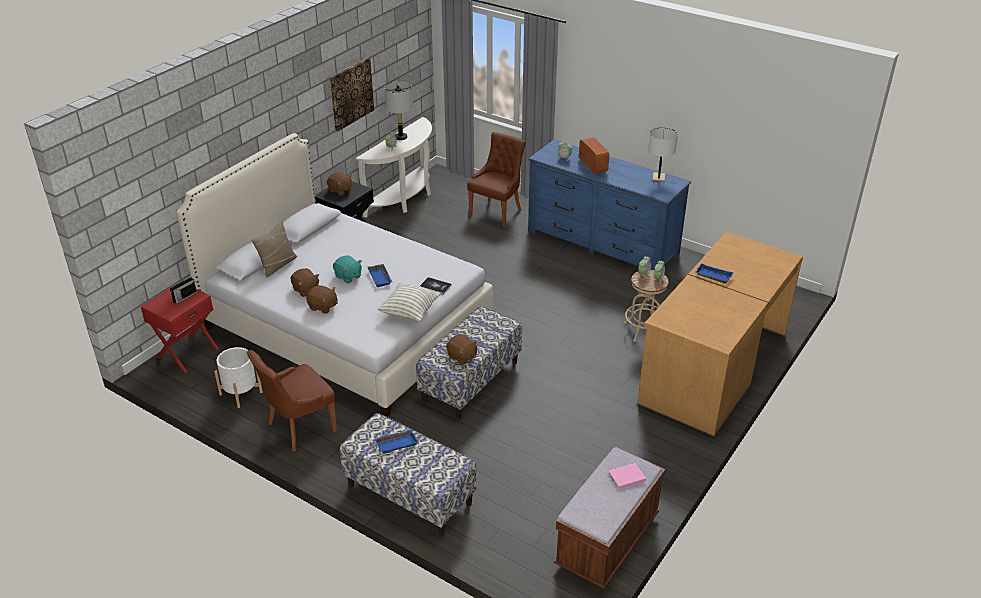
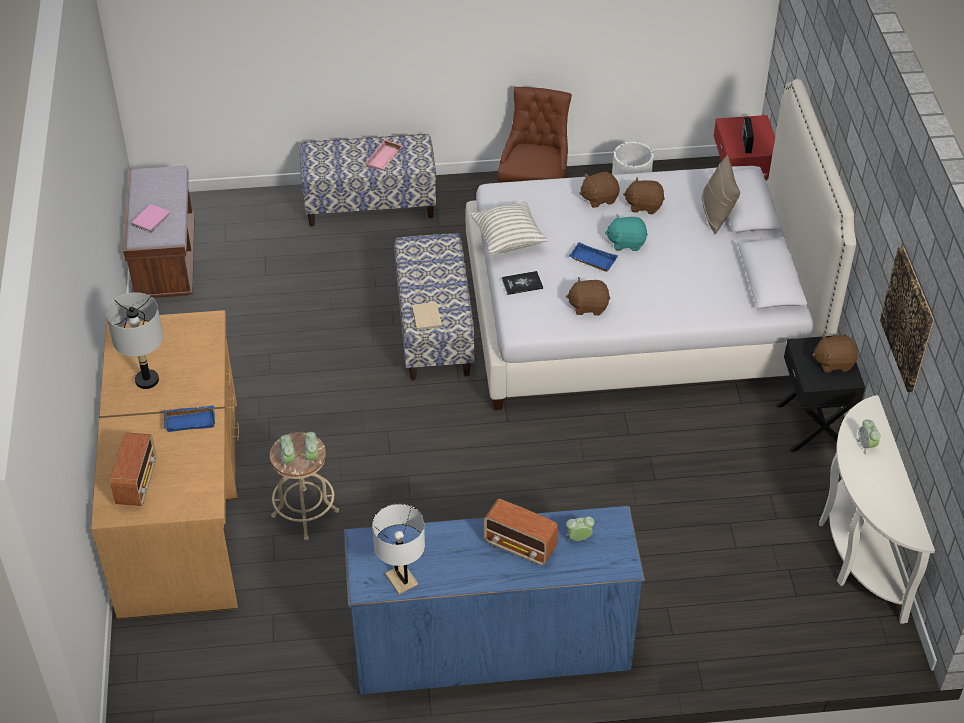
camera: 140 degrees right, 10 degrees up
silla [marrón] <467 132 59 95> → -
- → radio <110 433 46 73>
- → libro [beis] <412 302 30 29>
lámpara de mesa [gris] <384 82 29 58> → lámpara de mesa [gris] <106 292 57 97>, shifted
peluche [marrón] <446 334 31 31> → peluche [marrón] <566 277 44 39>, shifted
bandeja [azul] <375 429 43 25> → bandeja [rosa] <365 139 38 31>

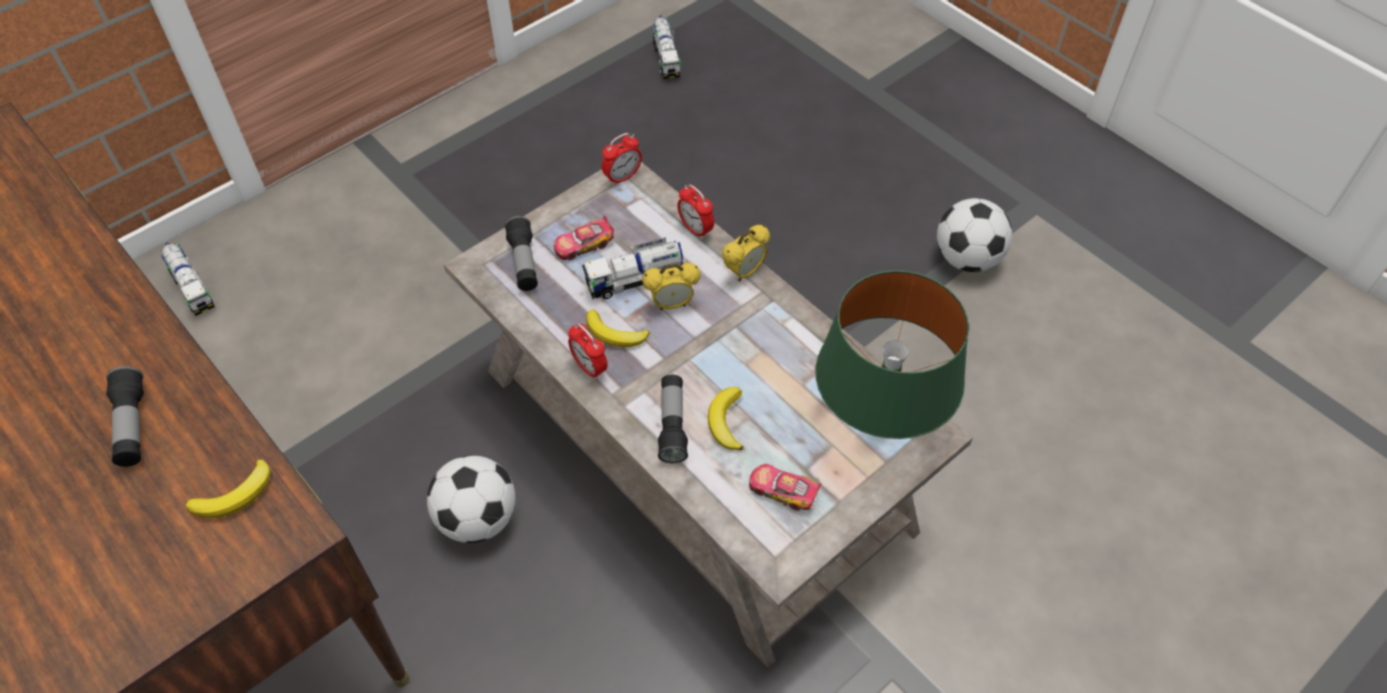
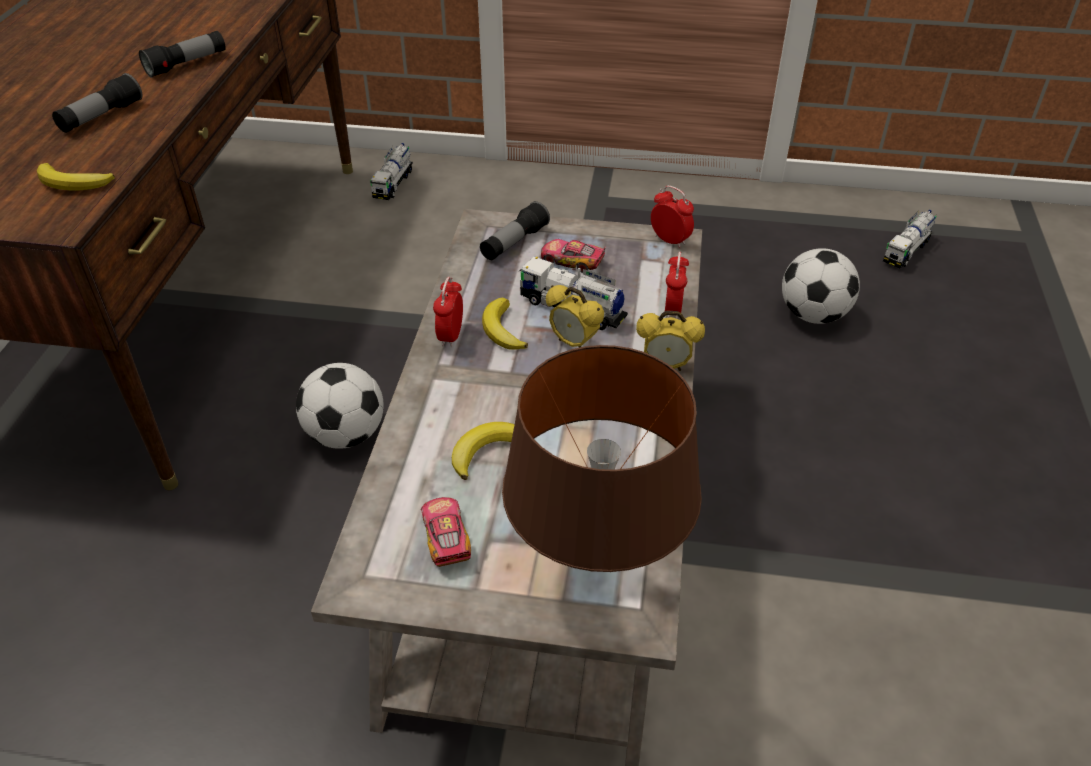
camera: 50 degrees right, 10 degrees down
linterna <658 375 30 88> → linterna <139 31 87 47>, shifted
balón de fútbol <937 198 75 74> → balón de fútbol <782 248 78 76>, shifted
lámpara de mesa [verde] <815 270 154 169> → lámpara de mesa [marrón] <502 345 200 227>
despertador <602 133 40 53> → despertador <651 186 43 62>, 150 degrees counterclockwise

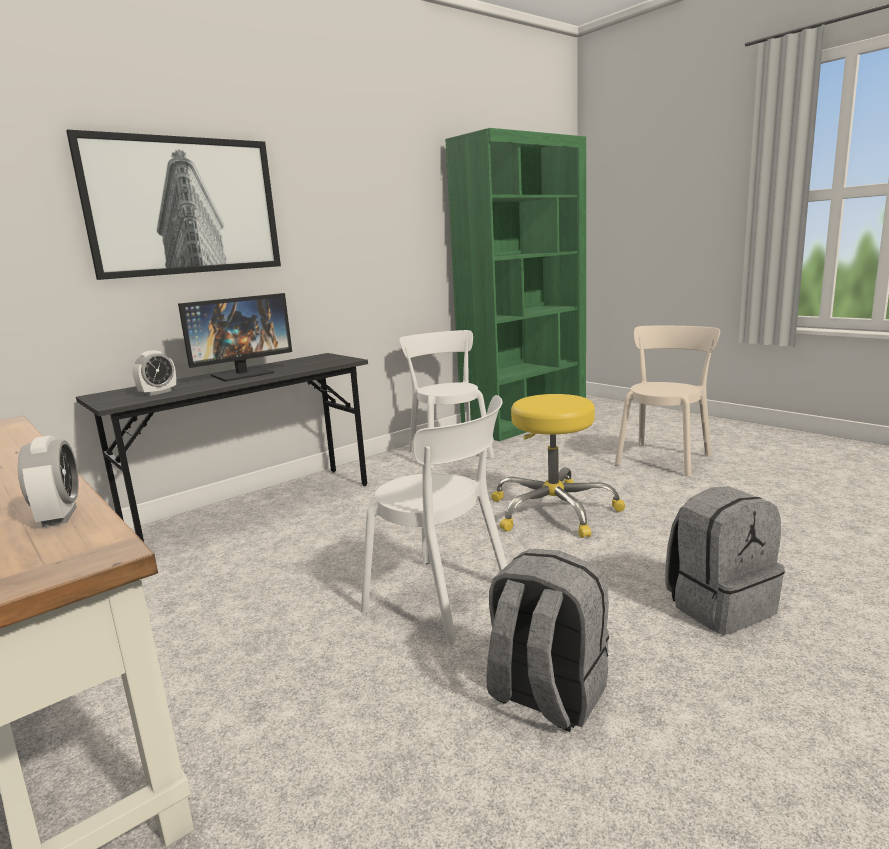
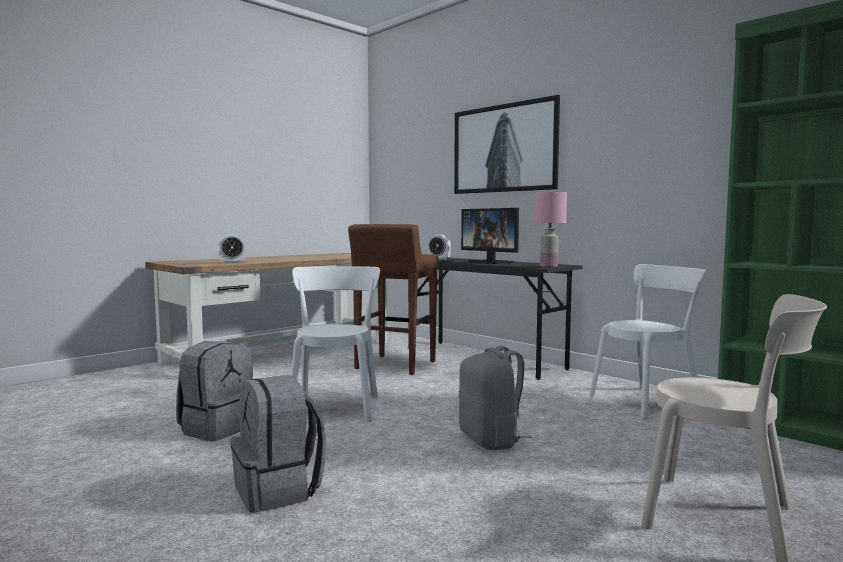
camera: 85 degrees right, 10 degrees down
- → taburete [marrón] <348 224 91 151>
- → lámpara de mesa [rosa] <534 192 33 75>
taburete [amarillo] <491 394 134 144> → mochila [gris] <459 346 73 104>
silla [blanco] <361 395 146 249> → silla [blanco] <291 266 89 155>, 150 degrees clockwise

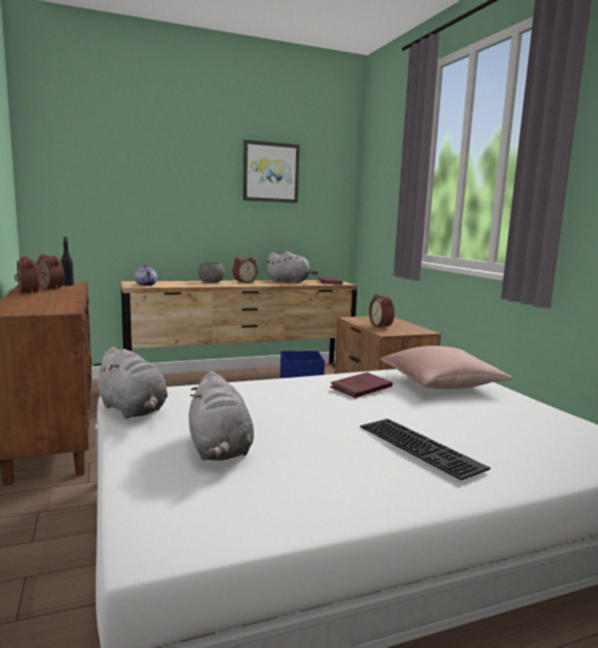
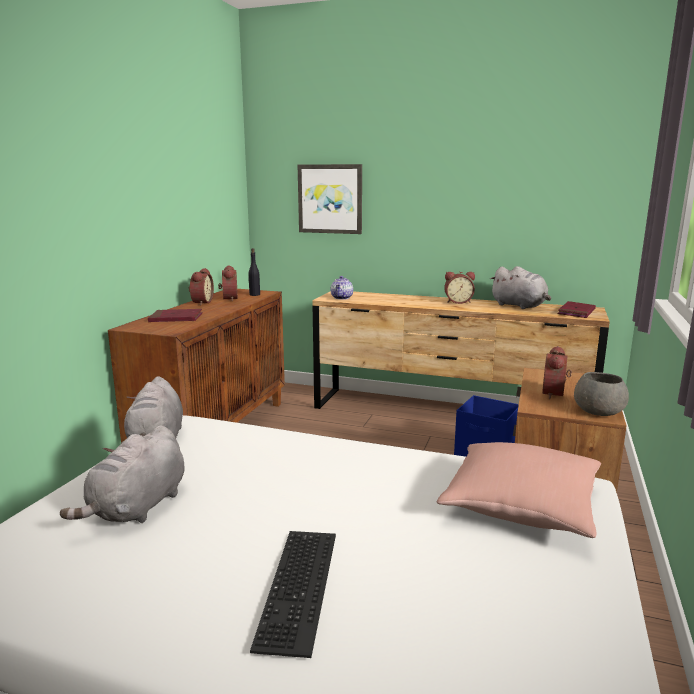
camera: 40 degrees right, 5 degrees up
cuenco [gris] <198 262 27 21> → cuenco [gris] <574 372 55 44>, shifted
cuadro <243 140 57 63> → cuadro <298 164 64 70>, shifted
libro [rojo] <330 372 63 26> → libro [rojo] <148 309 55 13>, shifted

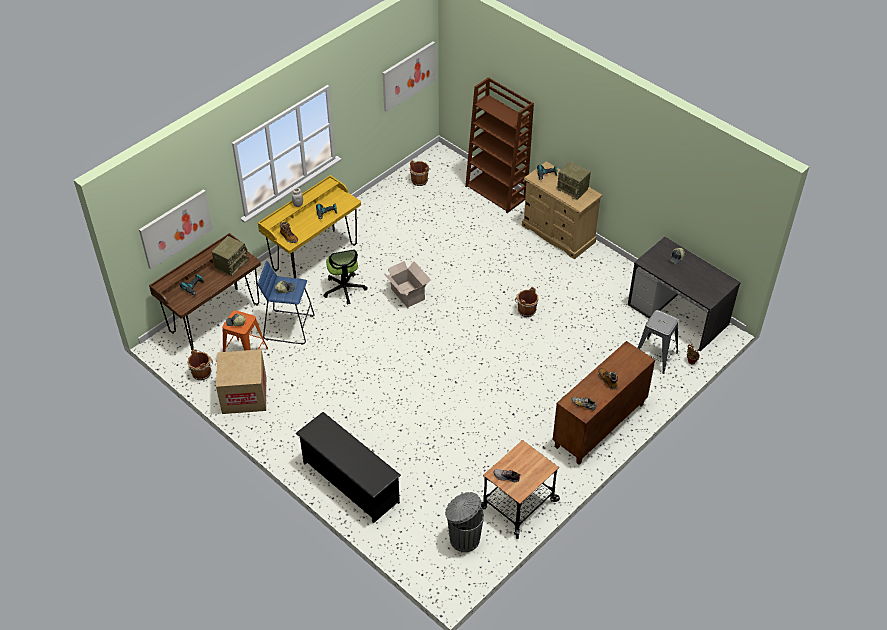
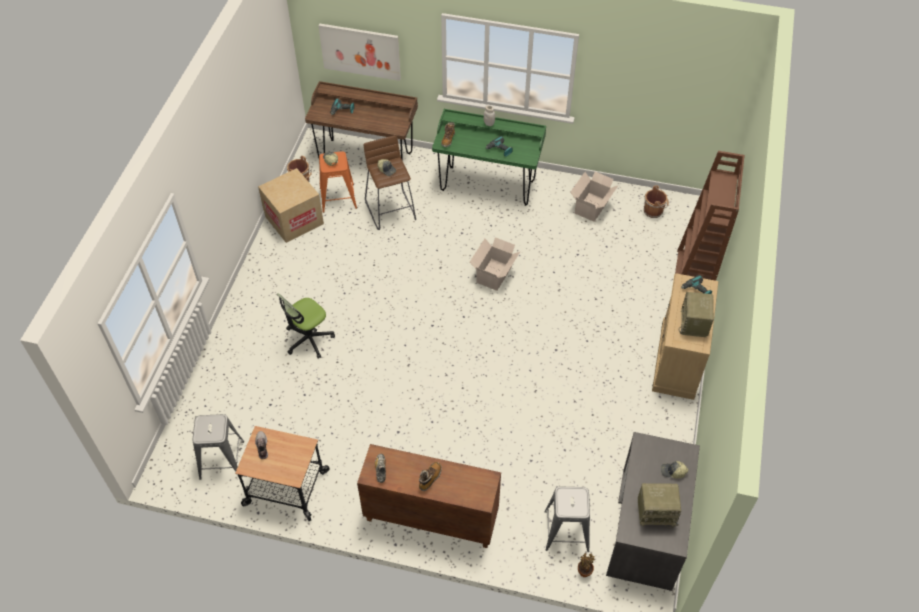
camera: 60 degrees right, 5 degrees up
zapatero [negro] <296 412 105 111> → -
cuadro <383 41 52 71> → -
cubo [marrón] <515 287 24 30> → -
- → caja de cartón <570 172 49 50>
radio <212 236 37 41> → radio <638 483 43 45>, shifted
silla de oficina <323 250 45 55> → silla de oficina <277 293 58 66>, shifted
papelera [gris] <445 492 39 60> → taburete [gris] <192 414 52 66>
escritorio [amarillo] <258 175 103 103> → escritorio [verde] <432 109 114 97>
taburete [azul] <258 261 57 84> → taburete [marrón] <364 135 52 95>

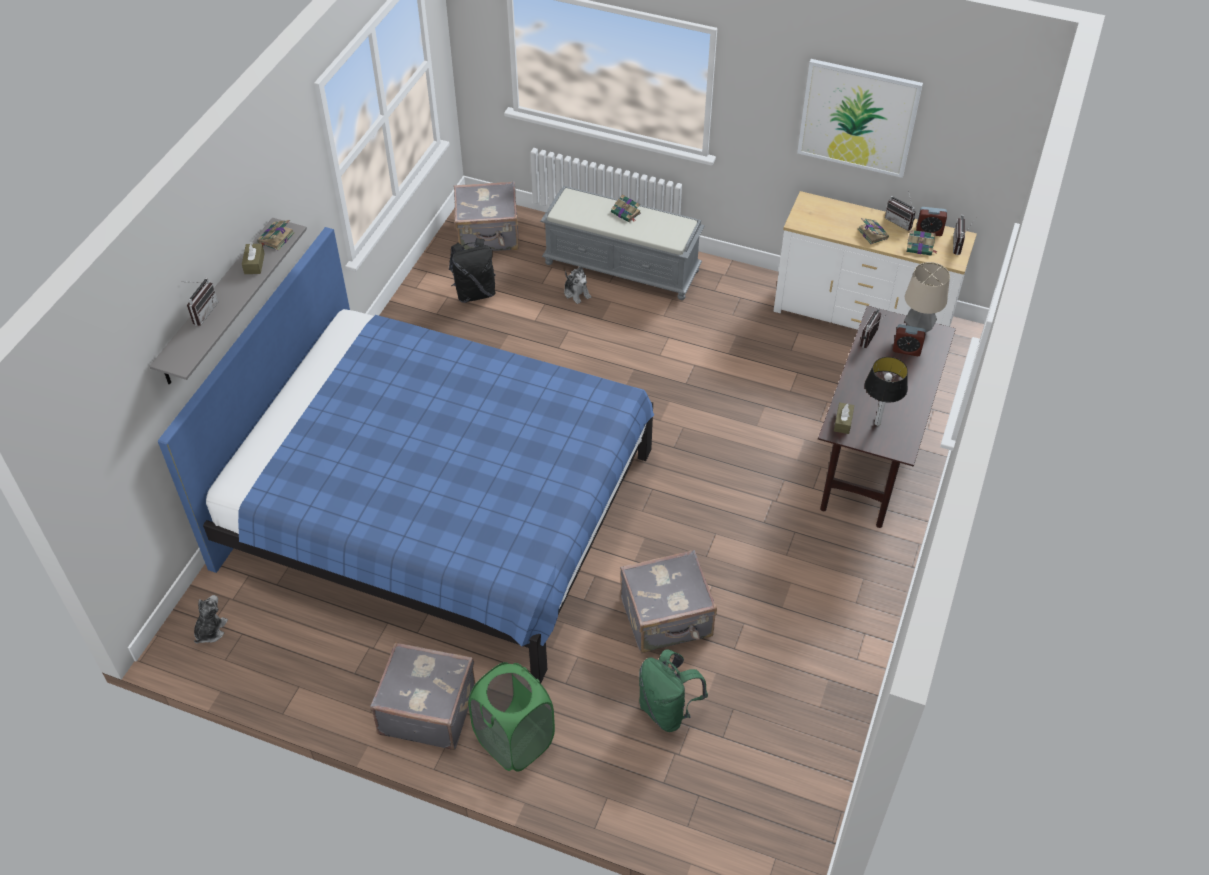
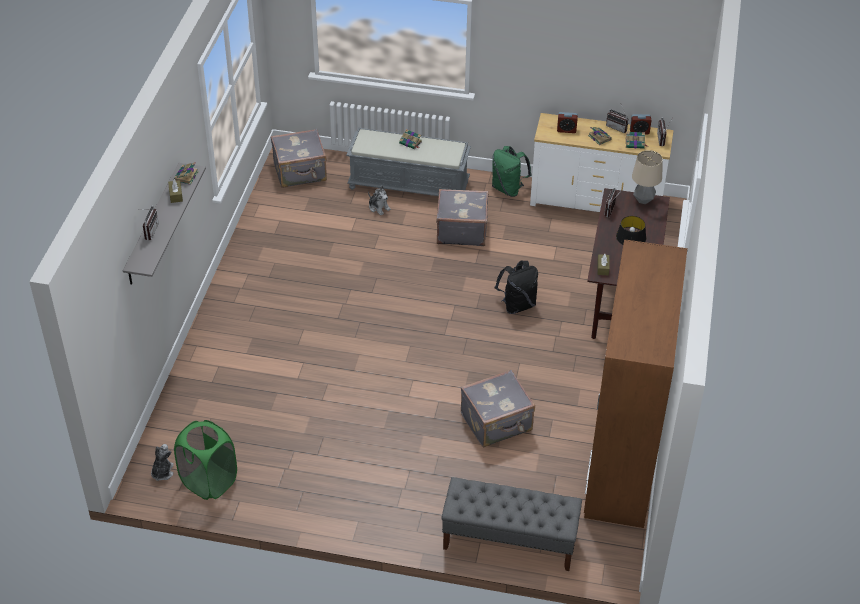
camera: 10 degrees left, 5 degrees down
cama [azul] <158 227 496 456> → -
cuadro <797 59 126 119> → -
- → banco [gris] <441 477 141 94>
- → armario ropero [marrón] <584 240 104 288>
maleta [gris] <370 642 105 108> → maleta [gris] <436 189 52 57>, shifted
mochila [negro] <449 238 47 65> → mochila [negro] <495 261 43 53>, shifted
cesto de la ropa [verde] <468 662 87 110> → cesto de la ropa [verde] <174 420 63 80>, shifted
mochila [verde] <639 650 69 82> → mochila [verde] <492 146 39 51>, shifted
despertador <893 324 33 32> → despertador <557 112 21 21>, shifted

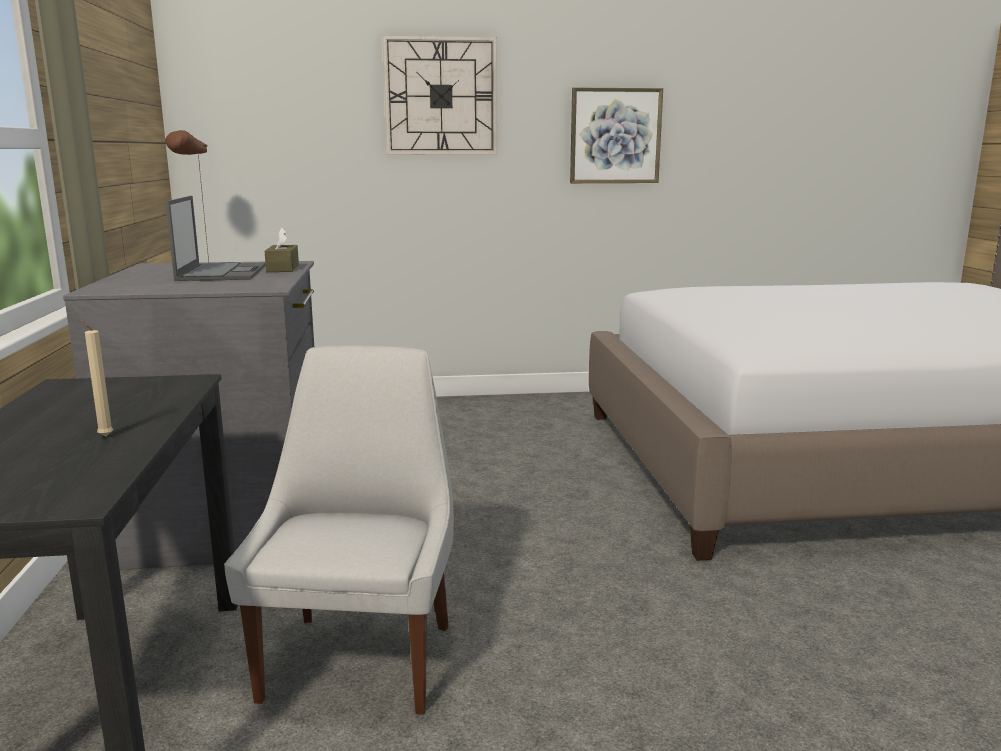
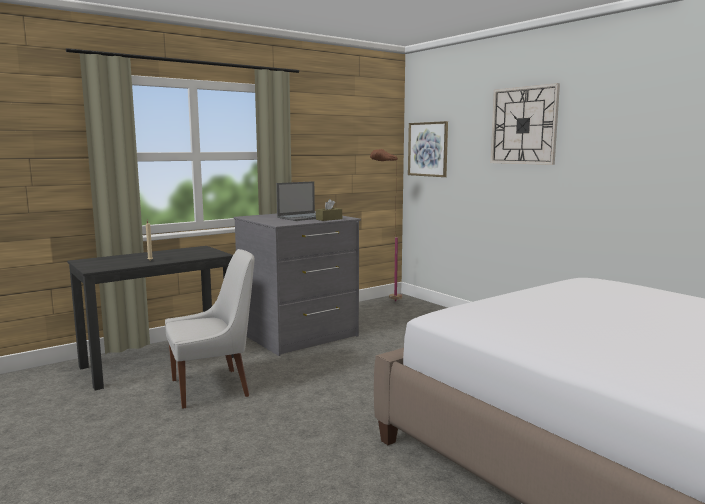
camera: 60 degrees right, 5 degrees down
cuadro <570 87 93 96> → cuadro <408 121 40 56>, shifted

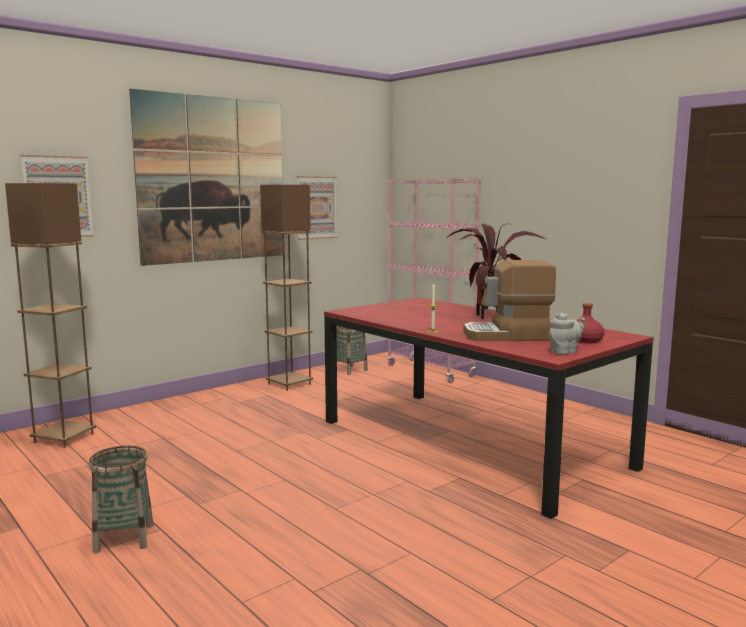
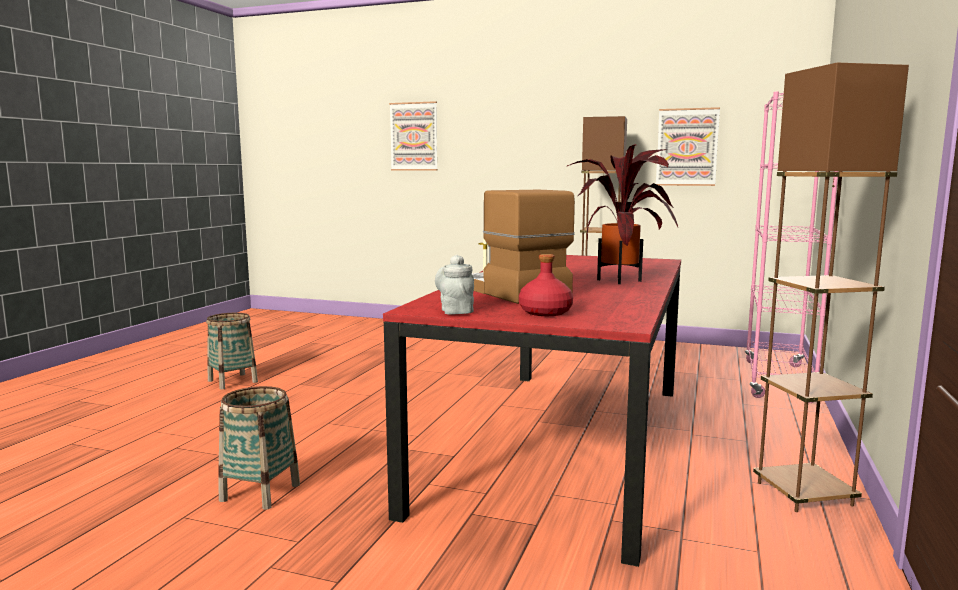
camera: 60 degrees right, 0 degrees up
cuadro <129 89 154 177> → -
lámpara de pie [marrón] <5 183 91 265> → lámpara de pie [marrón] <753 63 156 449>, shifted
cesta <336 326 32 49> → cesta <218 386 82 124>, shifted
tetera [gris] <549 313 36 41> → tetera [gris] <435 255 39 60>, 135 degrees counterclockwise

